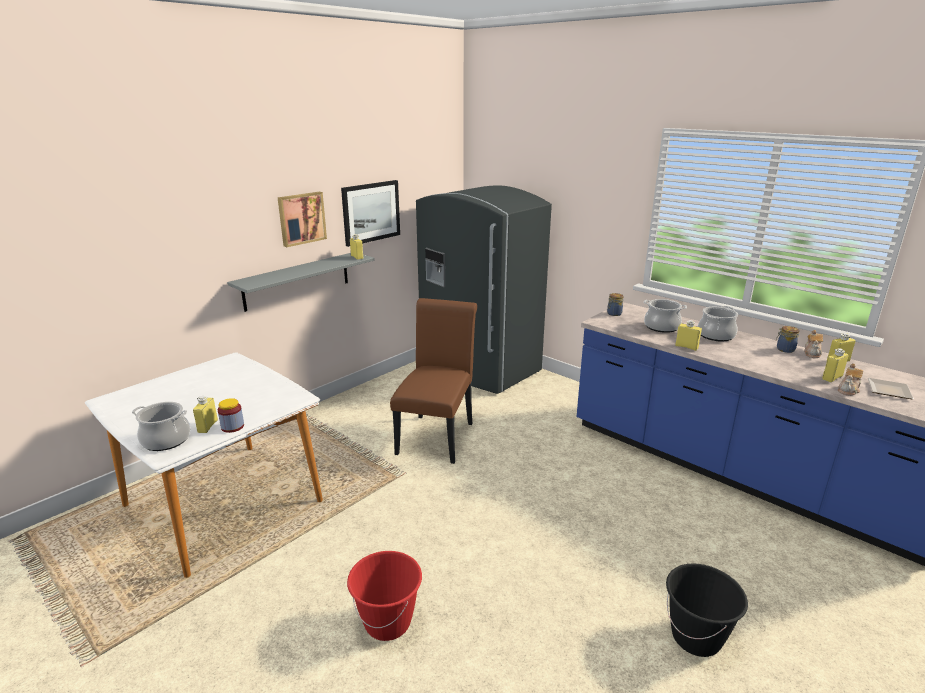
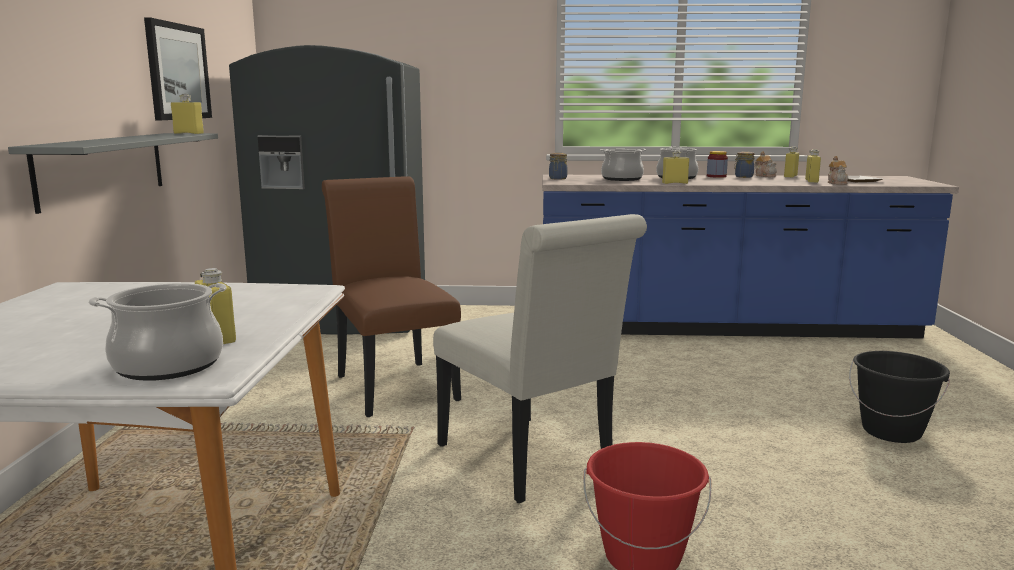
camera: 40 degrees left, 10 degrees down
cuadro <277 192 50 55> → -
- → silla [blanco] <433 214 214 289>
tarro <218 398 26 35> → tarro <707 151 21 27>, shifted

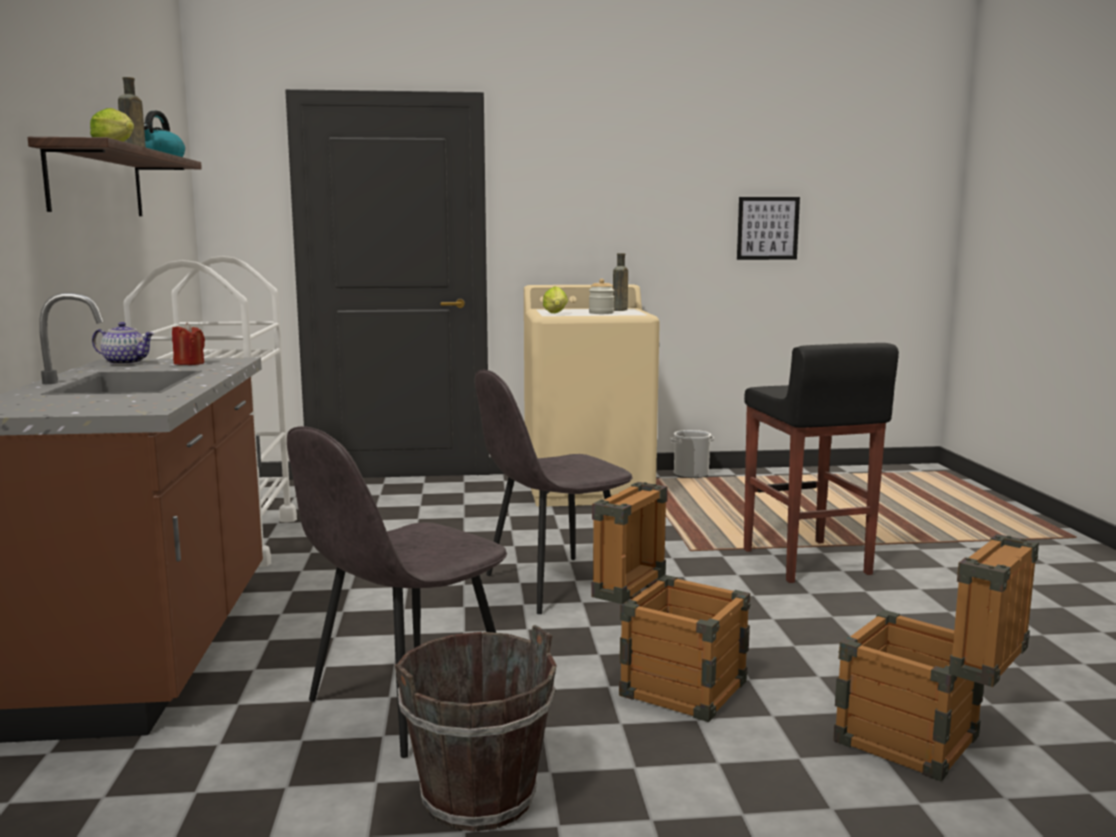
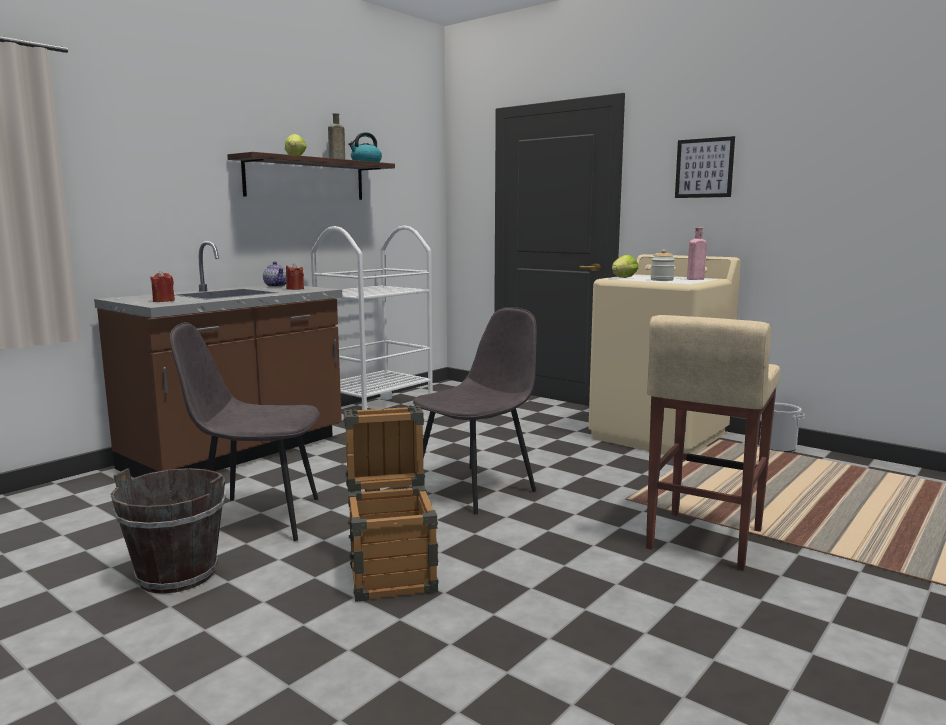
camera: 45 degrees right, 0 degrees up
caja de embalaje <833 534 206 248> → -
- → vela [rojo] <151 271 24 31>
cuadro <737 197 63 63> → cuadro <675 136 60 62>, shifted
botella [marrón] <613 253 15 58> → botella [rosa] <687 227 20 53>
taburete [negro] <744 343 155 240> → taburete [beis] <646 315 134 256>
silla [gris] <475 370 157 244> → silla [gris] <413 307 124 207>, 120 degrees clockwise

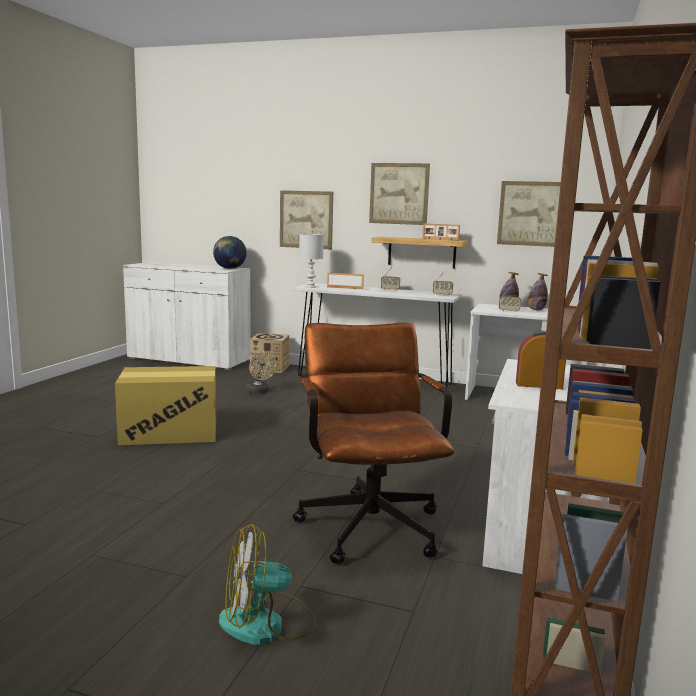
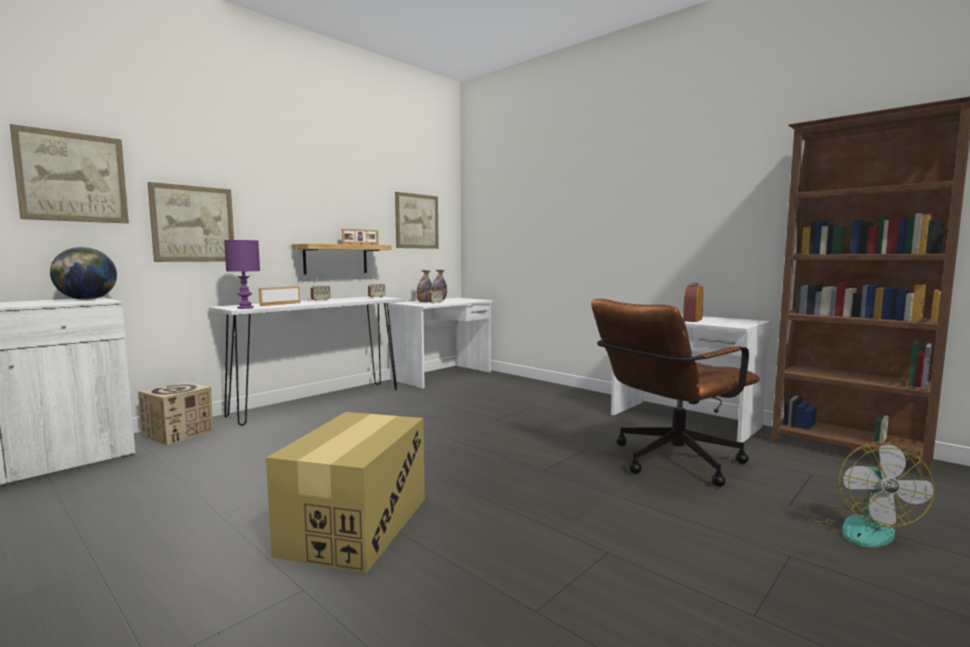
camera: 65 degrees left, 5 degrees down
ventilador [beis] <247 351 30 43> → -
cuadro <369 163 61 62> → cuadro <10 124 119 99>, shifted
lámpara de mesa [blanco] <299 234 25 54> → lámpara de mesa [morado] <224 240 36 69>
silla de oficina [marrón] <292 323 162 241> → silla de oficina [marrón] <591 299 169 188>, 45 degrees counterclockwise

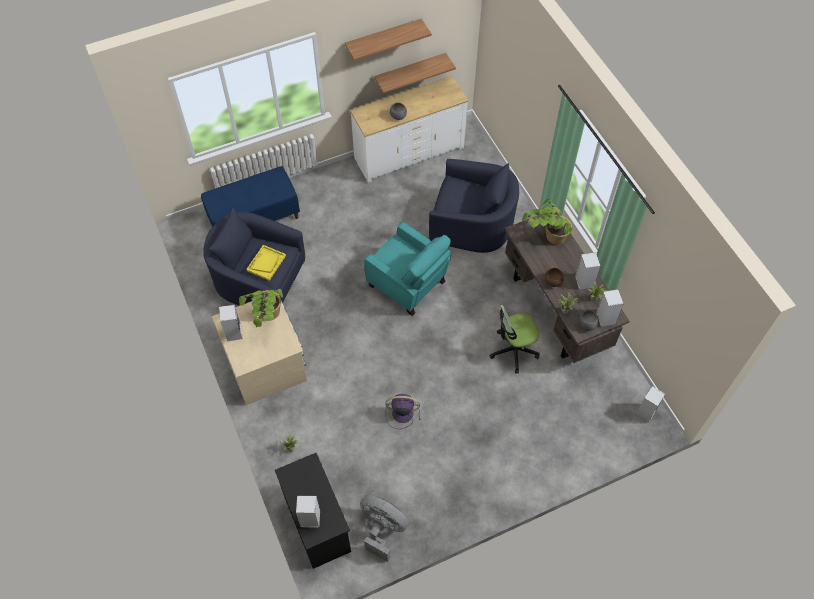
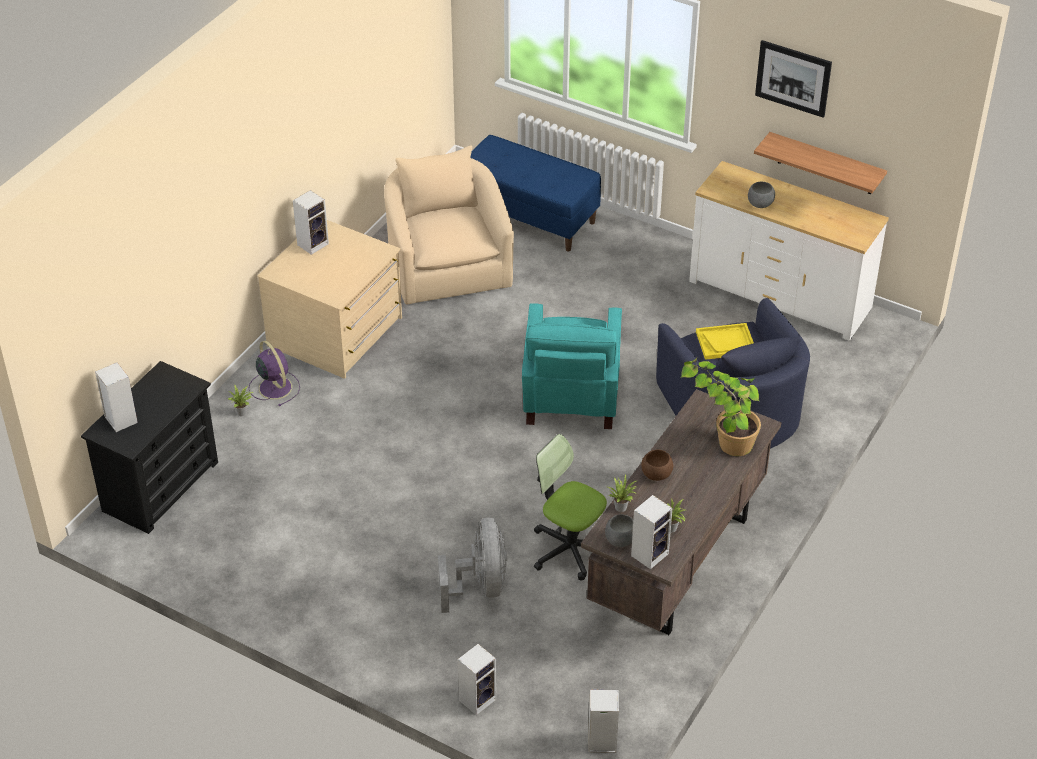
camera: 55 degrees right, 15 degrees down
planta en maceta <239 289 44 38> → -
bandeja [amarillo] <246 245 40 36> → bandeja [amarillo] <696 323 58 37>, shifted
ventilador [gris] <360 495 49 67> → ventilador [gris] <438 517 69 96>, shifted
ventilador [morado] <385 394 35 35> → ventilador [morado] <249 340 51 66>, shifted
altavoz <575 252 26 38> → altavoz <458 644 38 71>, shifted
estante <345 19 87 42> → cuadro <755 40 77 78>
sillón [azul] <203 207 102 99> → sillón [beis] <384 146 130 158>

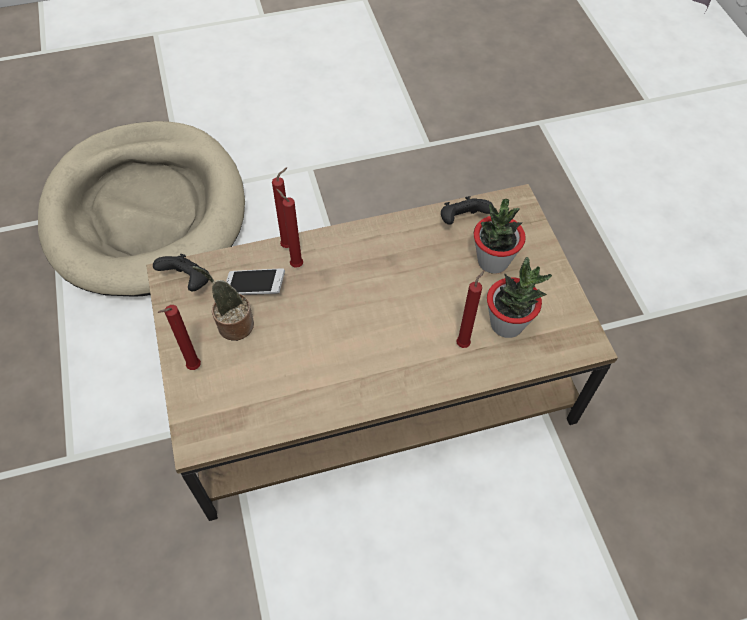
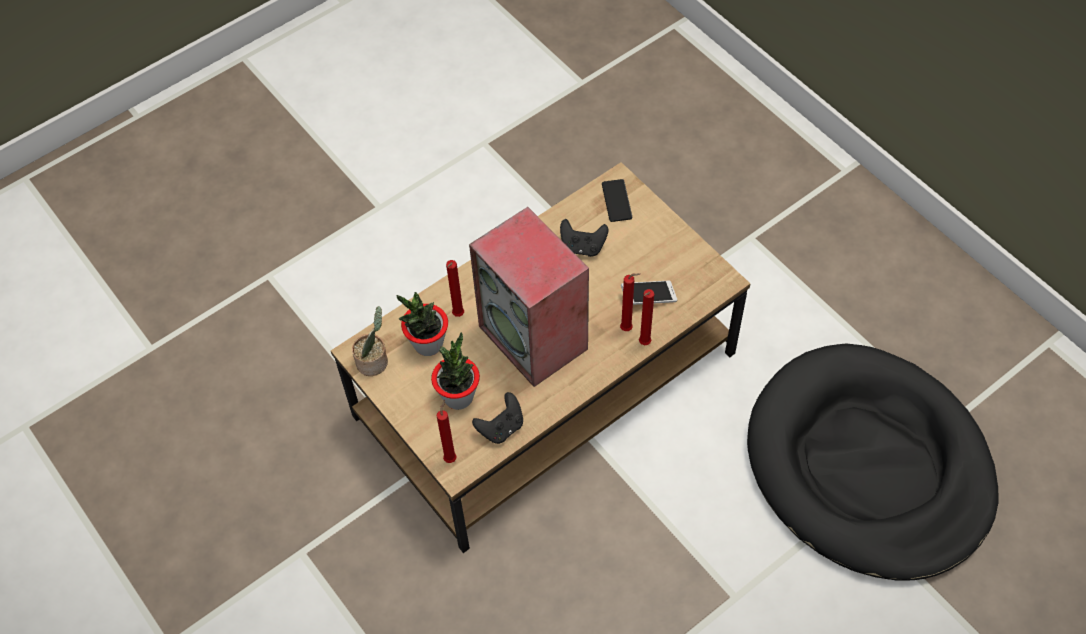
camera: 160 degrees right, 0 degrees up
- → altavoz <469 207 120 180>
- → móvil <602 179 30 43>
mando de consola [negro] <153 254 56 37> → mando de consola [negro] <560 219 48 38>, shifted
vela [rojo] <158 305 43 65> → vela [rojo] <437 400 20 63>, shifted
planta en maceta <192 266 62 75> → planta en maceta <352 306 36 70>, shifted
cama para perro [beis] <38 121 207 176> → cama para perro [negro] <747 343 252 238>

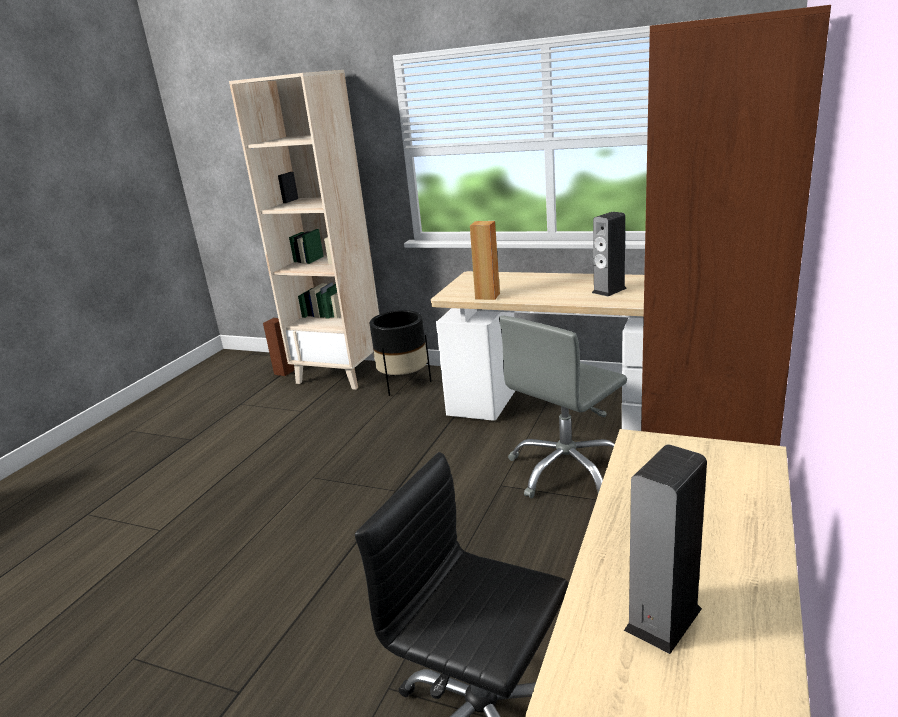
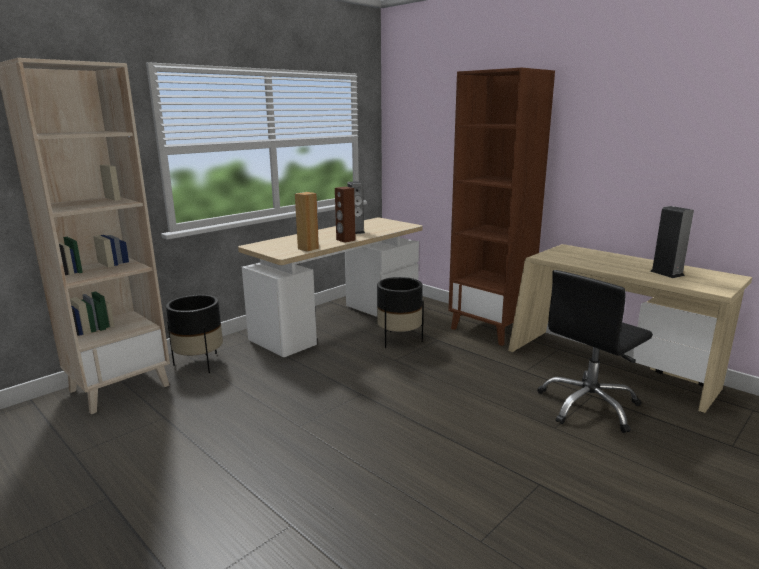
camera: 70 degrees left, 5 degrees down
altavoz [marrón] <263 318 32 58> → altavoz [marrón] <335 187 21 56>, shifted
silla de oficina [gris] <499 316 128 182> → maceta [negro] <377 277 47 71>

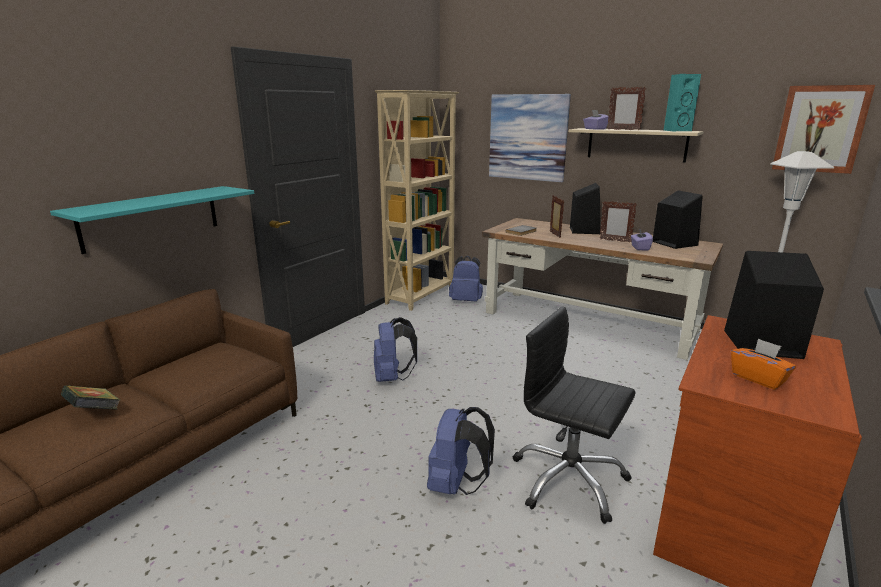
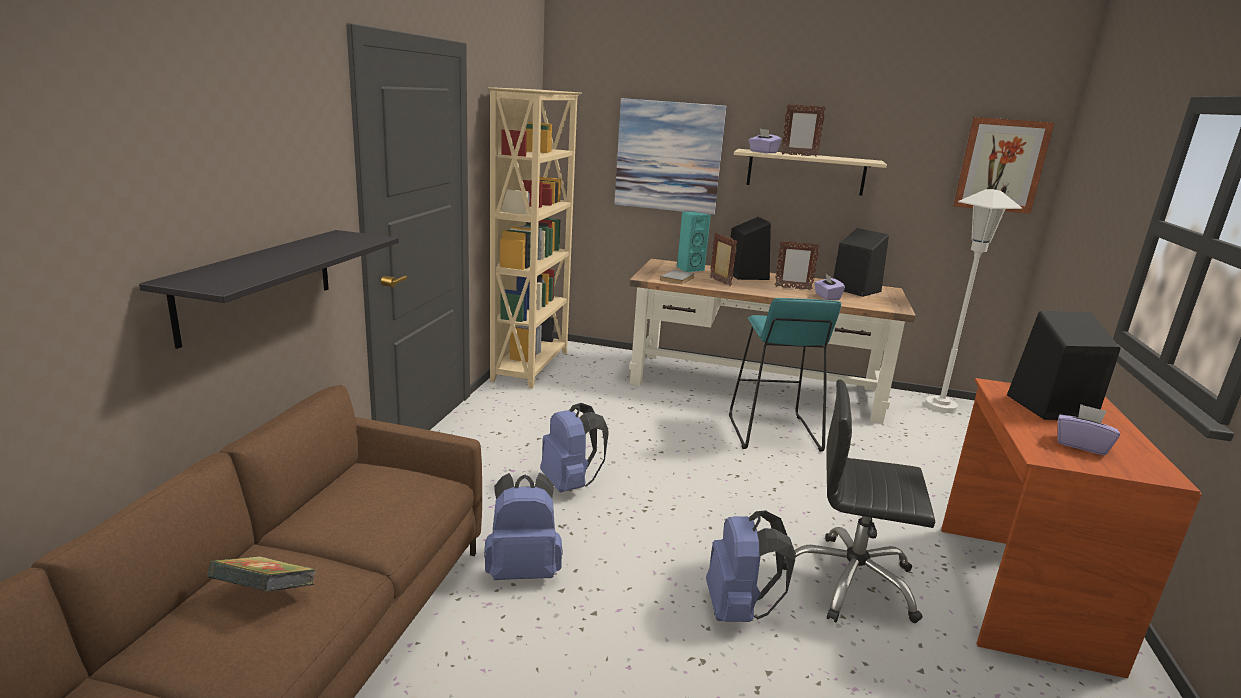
camera: 20 degrees left, 0 degrees up
- → taburete [turquesa] <729 298 112 154>
mochila [azul] <449 256 34 46> → mochila [azul] <484 473 79 107>, shifted
altavoz [turquesa] <664 74 37 57> → altavoz [turquesa] <677 211 34 61>, shifted
estante [turquesa] <50 186 204 68> → estante [negro] <139 230 260 119>
caja de pañuelos [naranja] <731 338 65 52> → caja de pañuelos [morado] <1058 404 62 51>

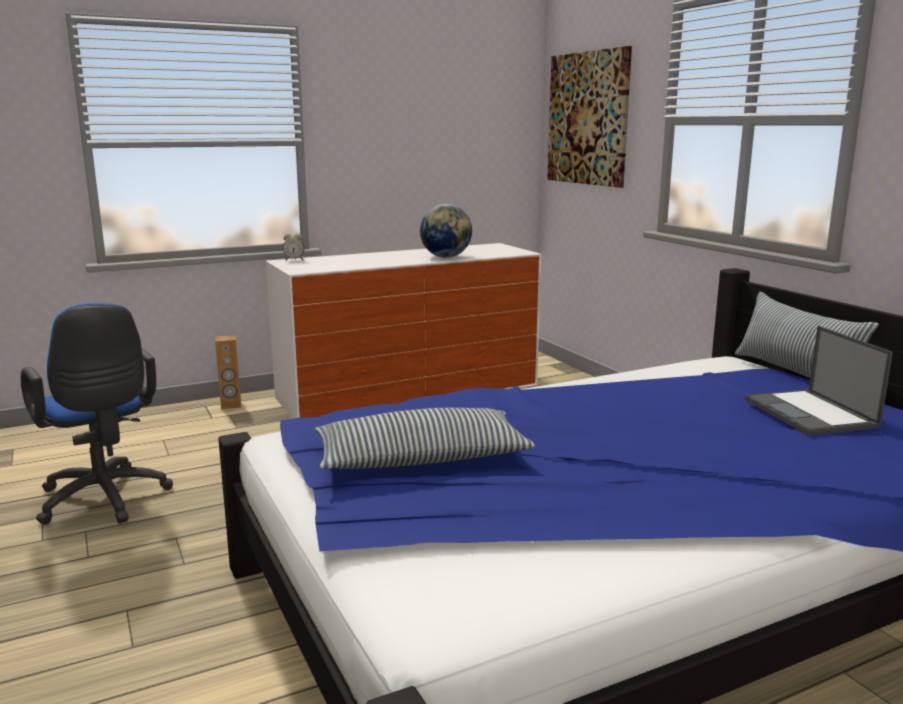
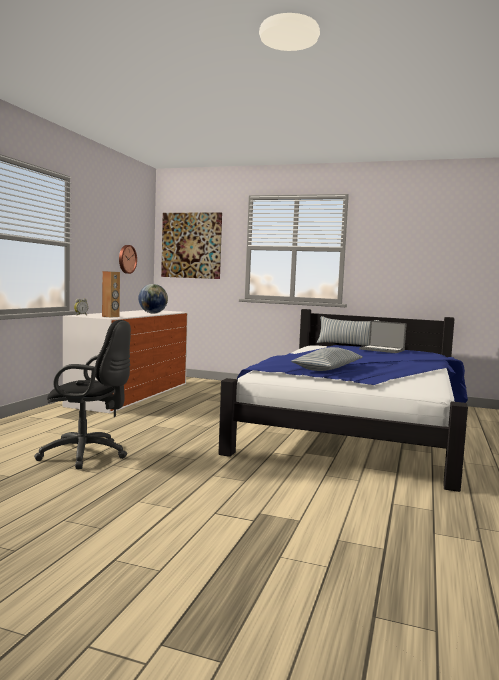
camera: 45 degrees left, 10 degrees down
- → reloj de pared <119 245 18 29>
altavoz [marrón] <215 335 26 74> → altavoz [marrón] <102 271 18 47>, shifted
silla de oficina [azul] <21 303 152 222> → silla de oficina [negro] <34 320 97 149>

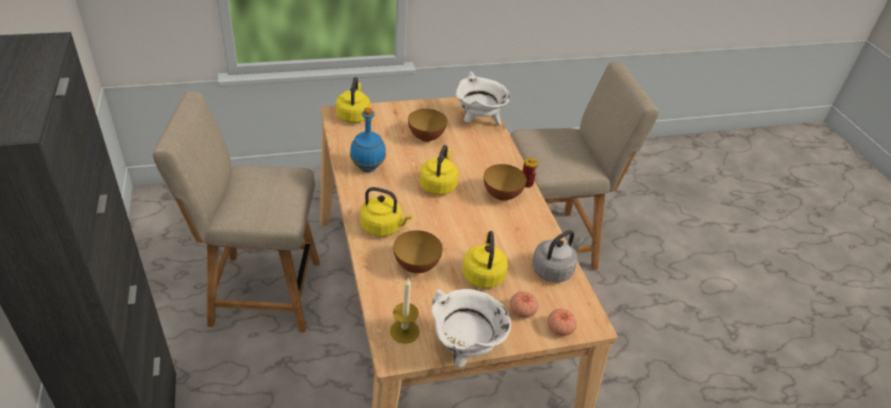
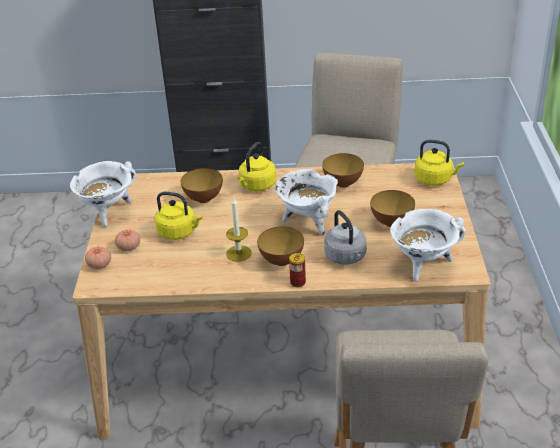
camera: 110 degrees right, 5 degrees down
vela <390 278 30 66> → vela <226 198 26 64>, shifted
hervidor [gris] <532 230 52 52> → hervidor [gris] <324 210 43 55>, shifted
botella [azul] <350 107 36 65> → cuenco <322 153 42 35>
hervidor [amarillo] <419 145 39 50> → olla [blanco] <275 169 63 67>

